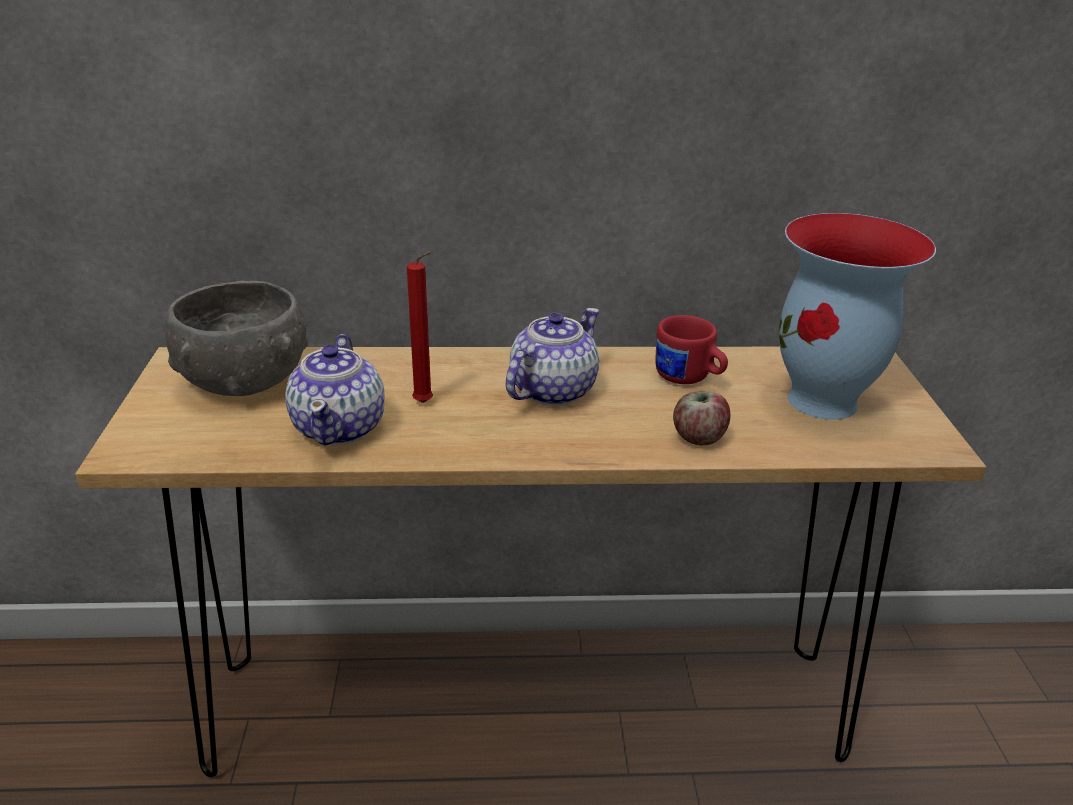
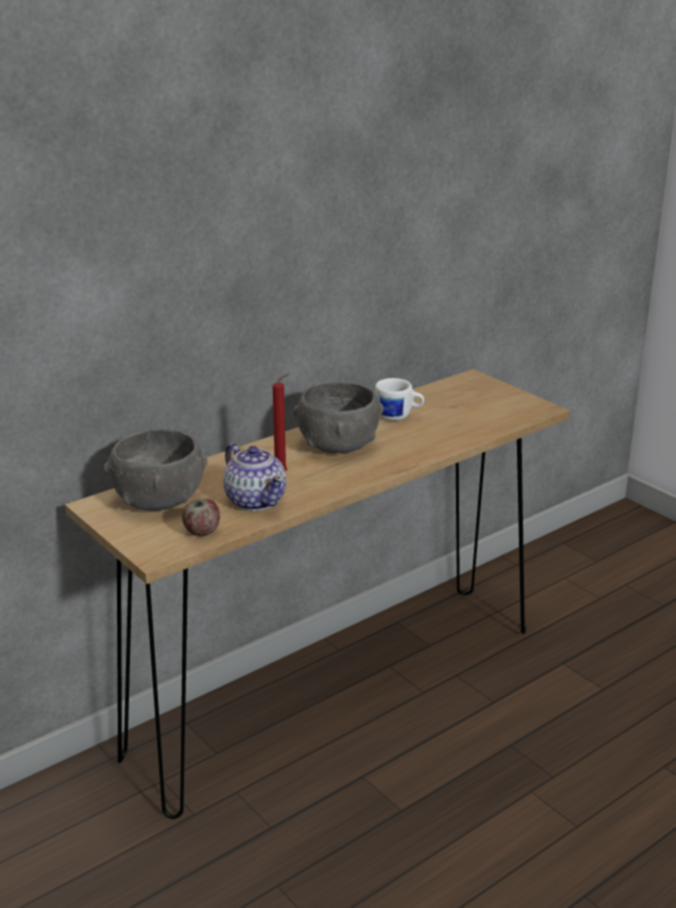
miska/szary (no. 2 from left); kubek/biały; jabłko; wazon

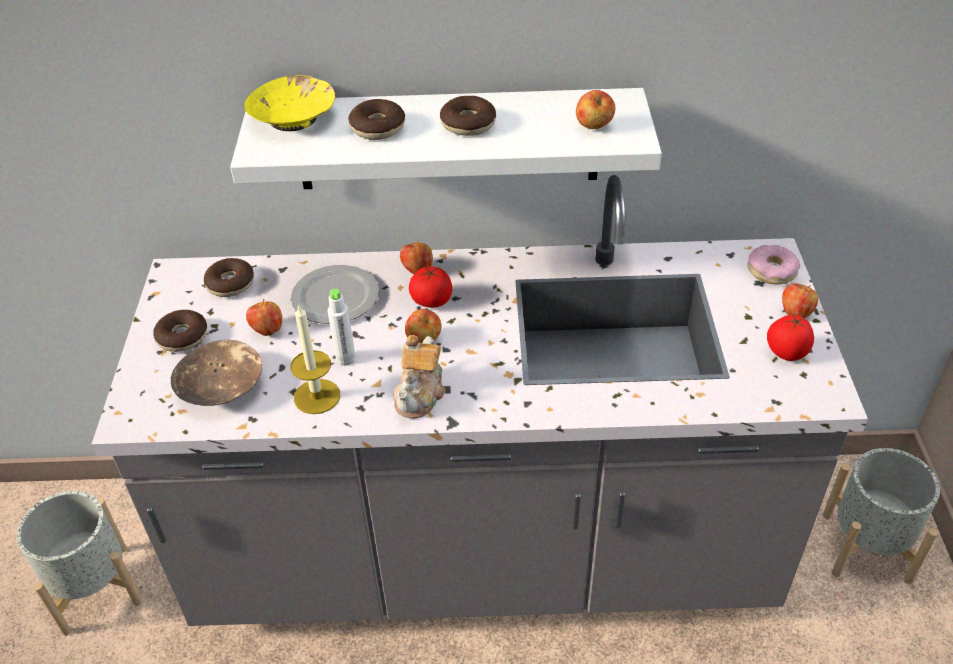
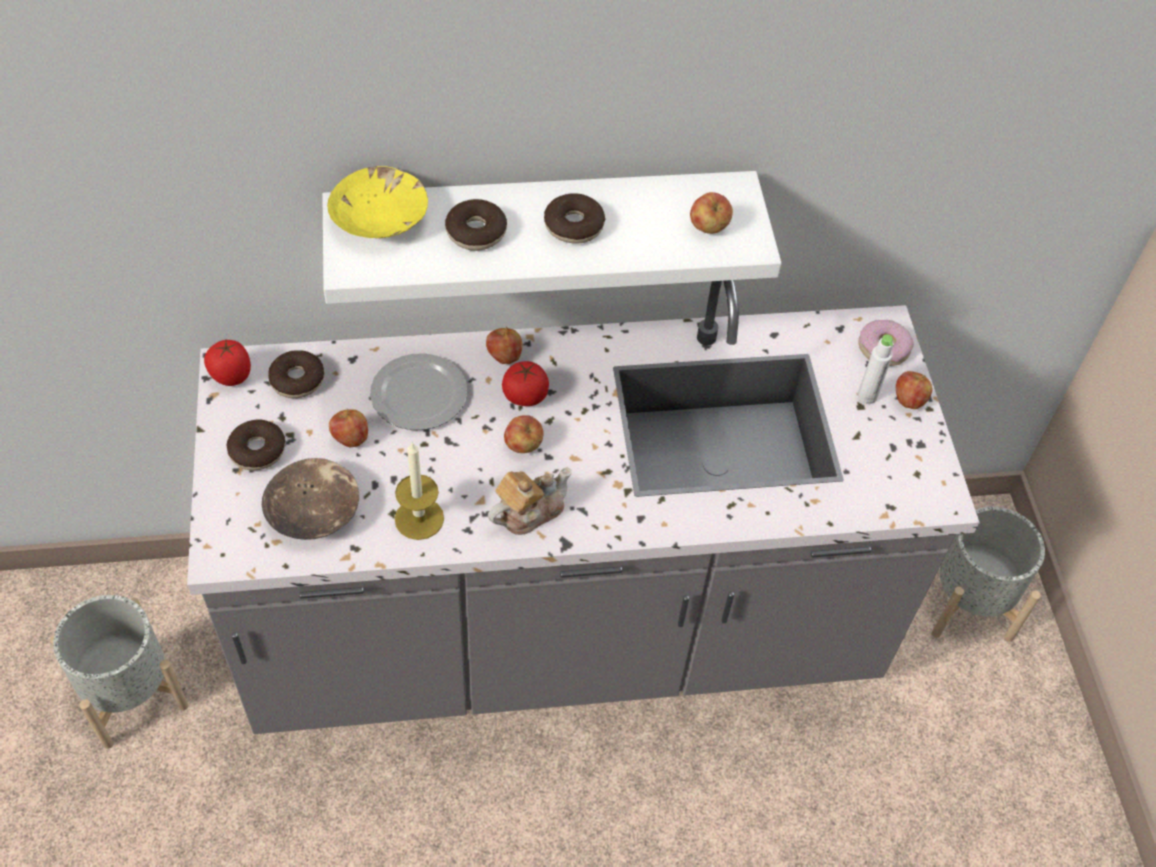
butelka/biały; imbryk; pomidor (no. 1 from left)

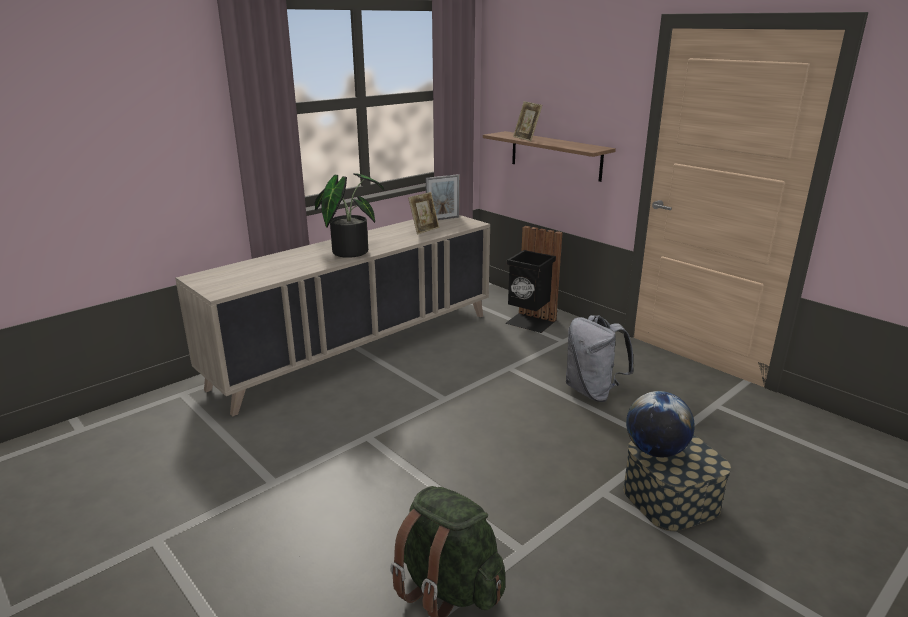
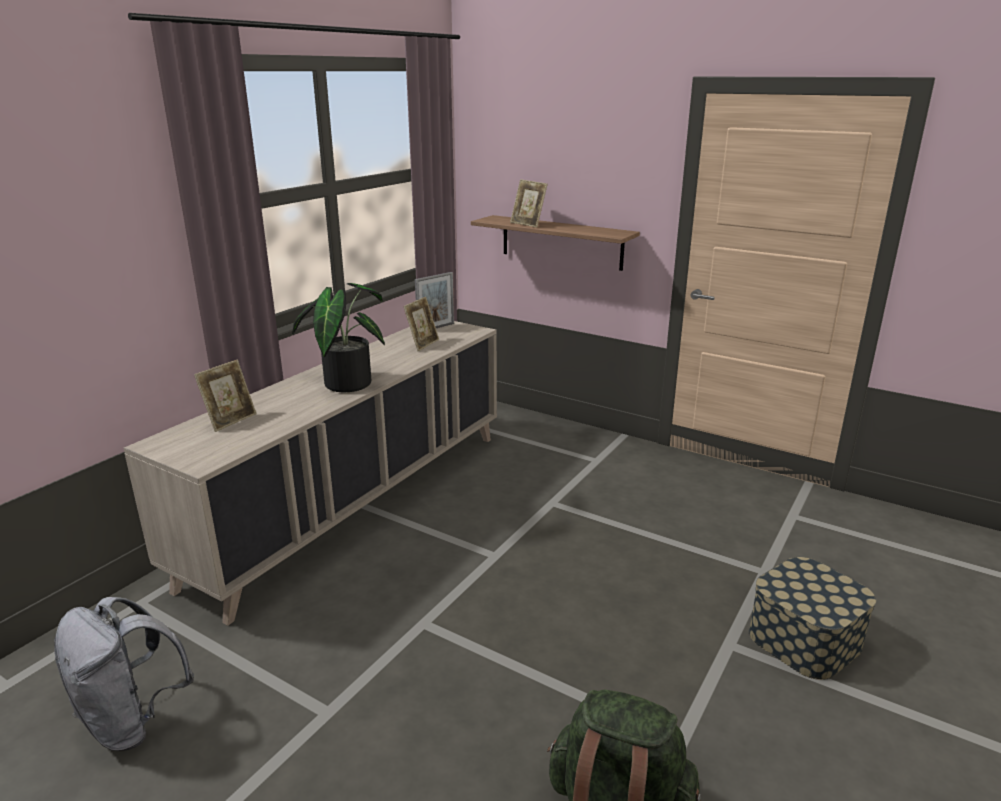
kosz na śmieci/czarny; plecak/szary; globus; ramka na zdjęcie (no. 1 from left)

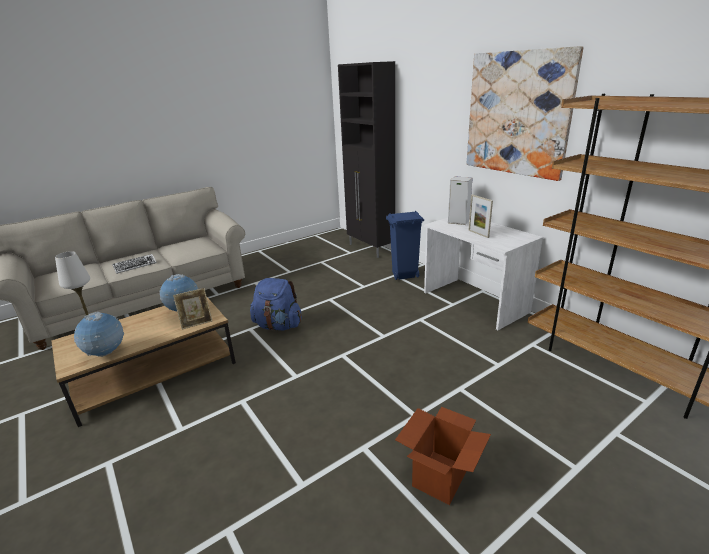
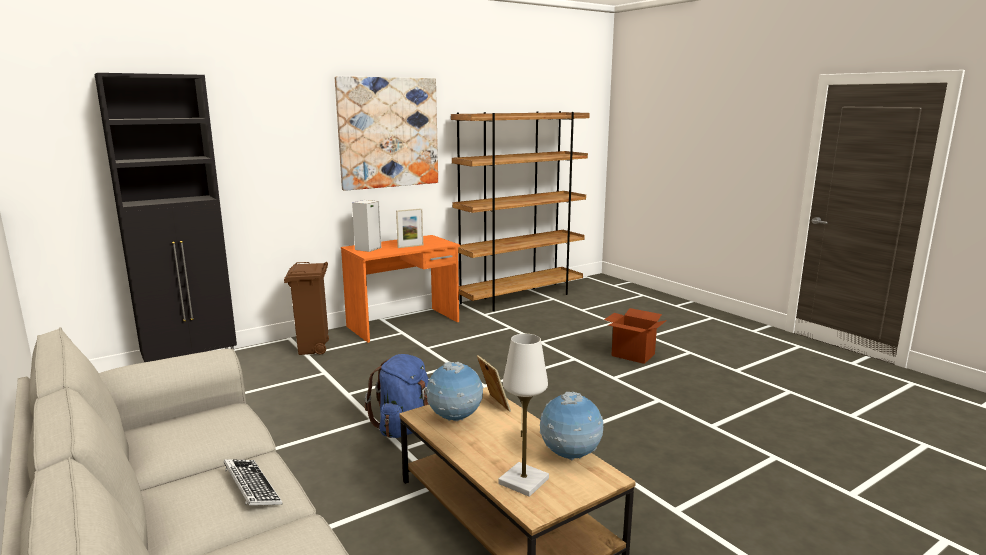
kosz na śmieci/brązowy; biurko/pomarańczowy

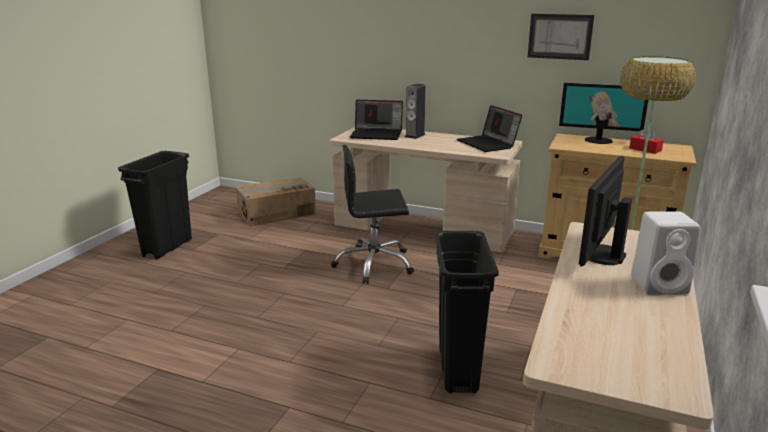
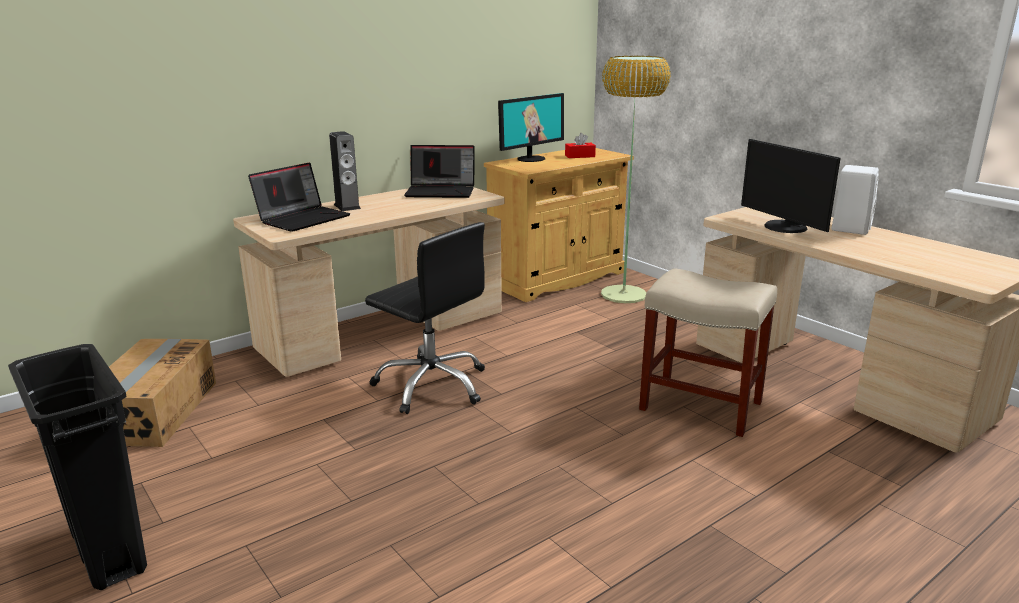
krzesło biurowe/czarny; stołek/beżowy; obraz

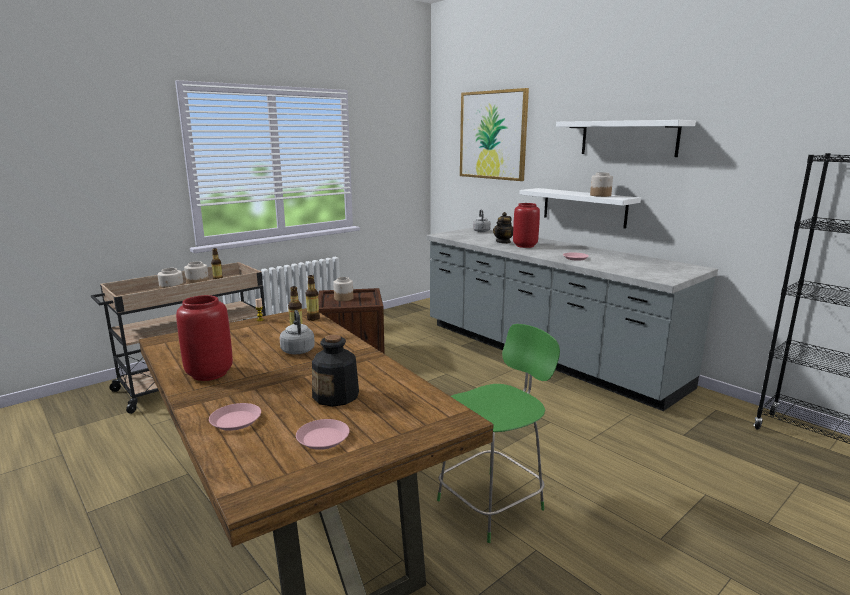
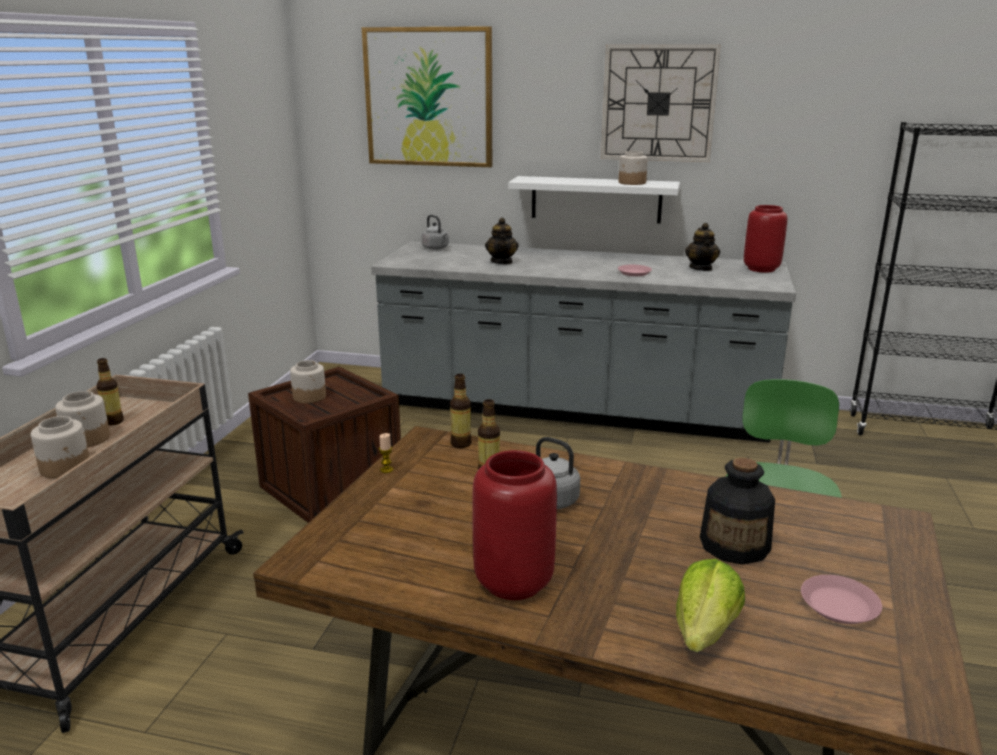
sałata; wazon/czerwony (no. 2 from left); zegar ścienny; imbryk (no. 2 from left)

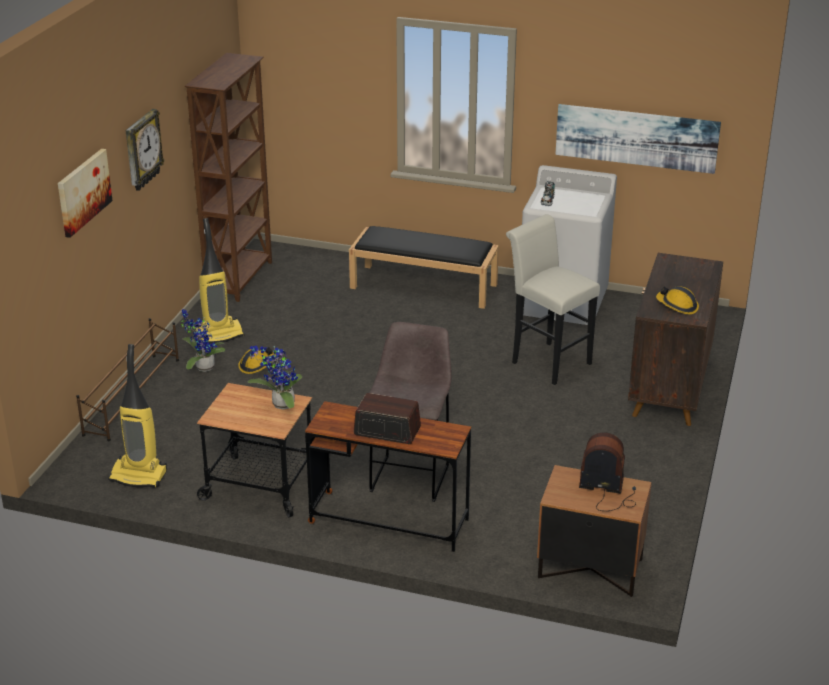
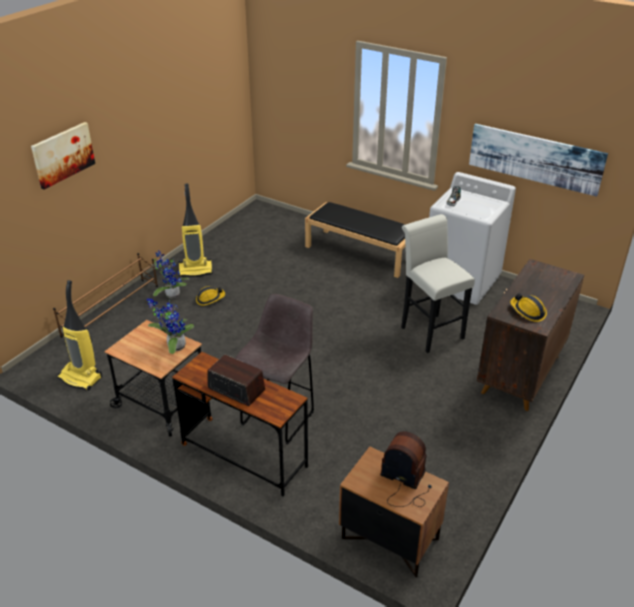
zegar ścienny; regał/brązowy

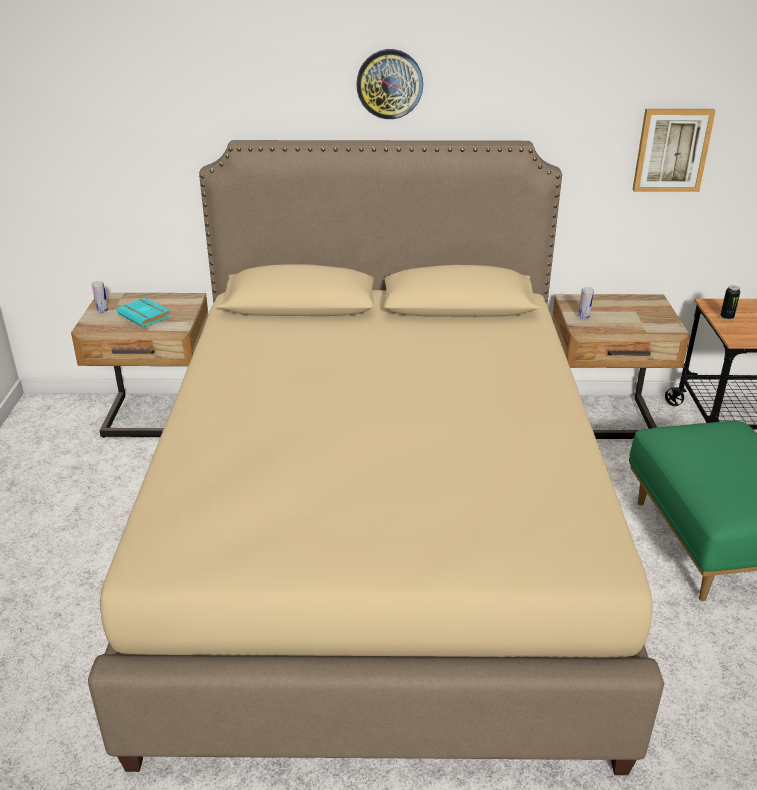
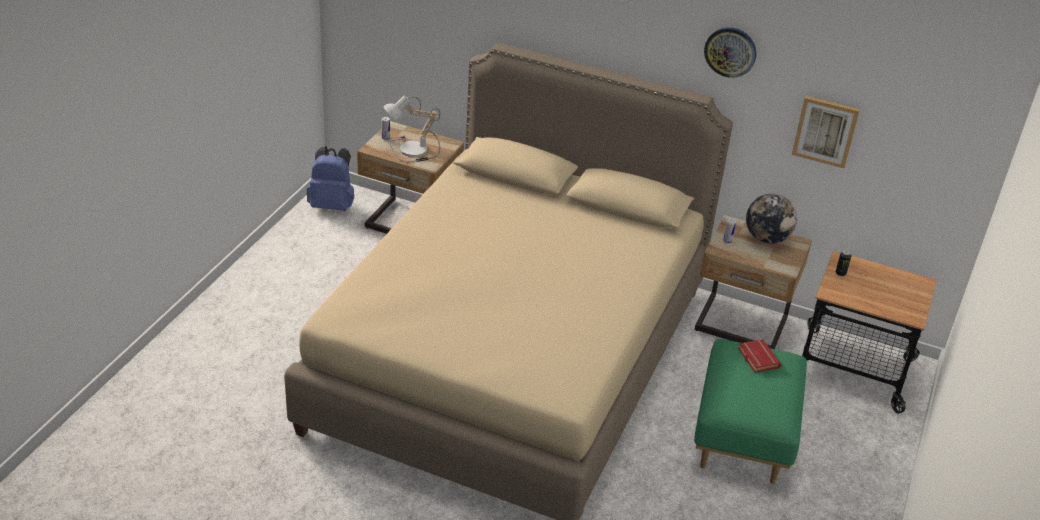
lampa stołowa; zegar ścienny; plecak/niebieski; książka/czerwony; globus

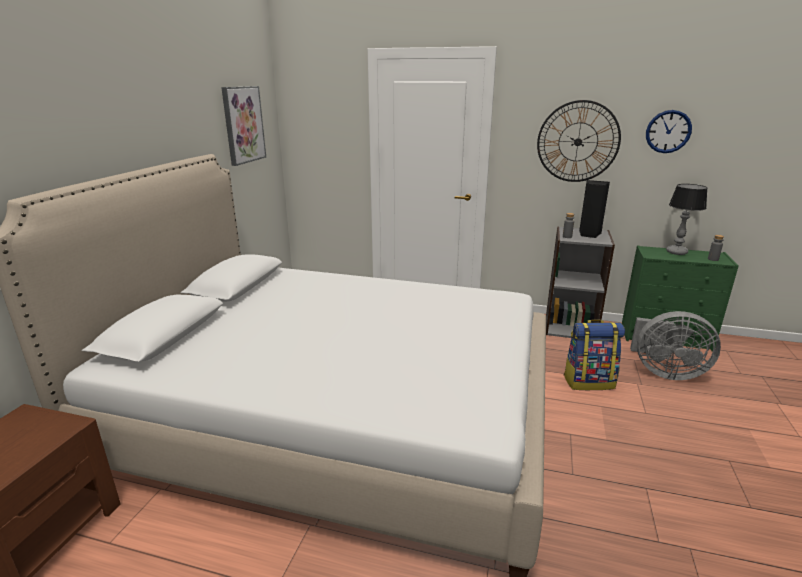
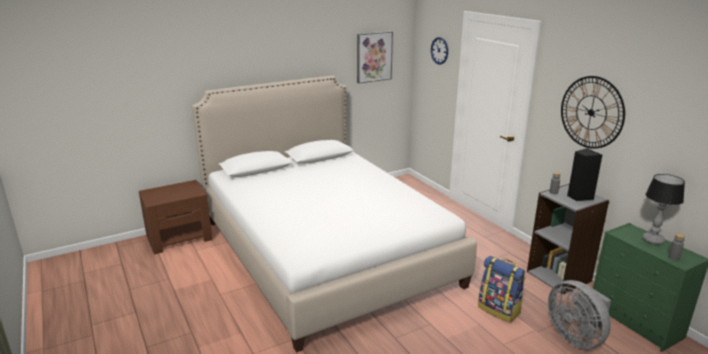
zegar ścienny (no. 1 from left)

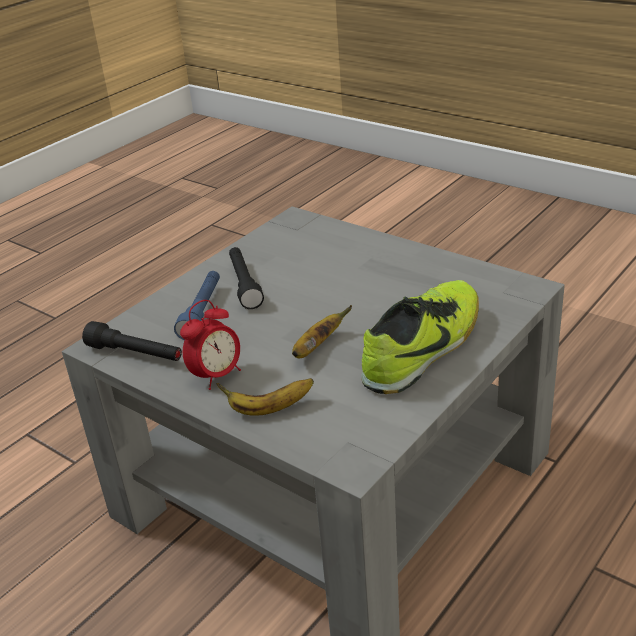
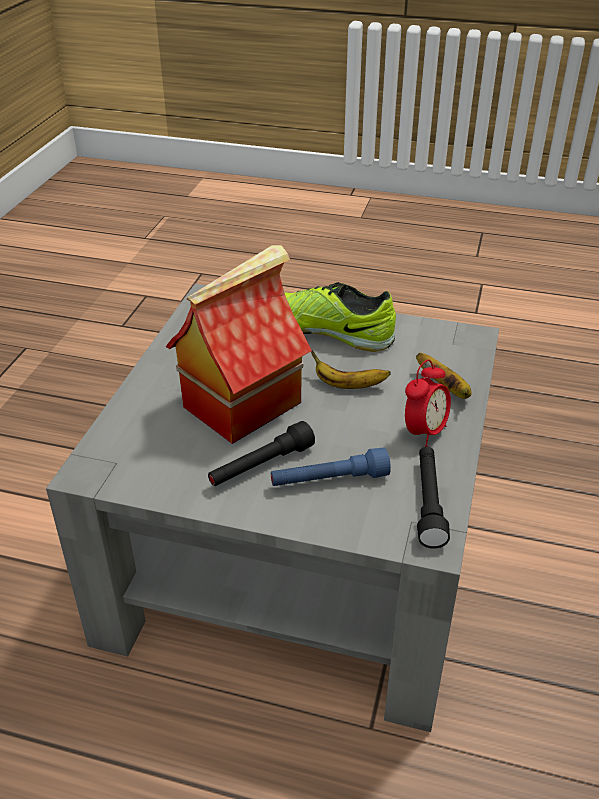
budzik; domek

